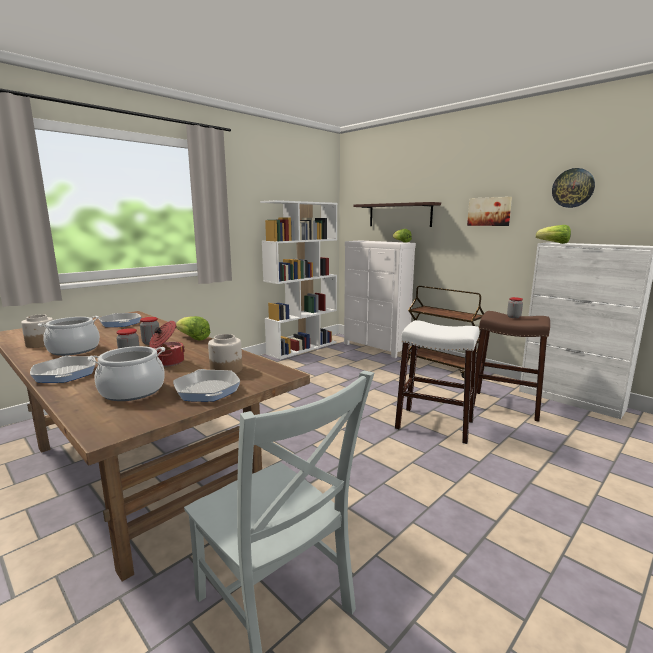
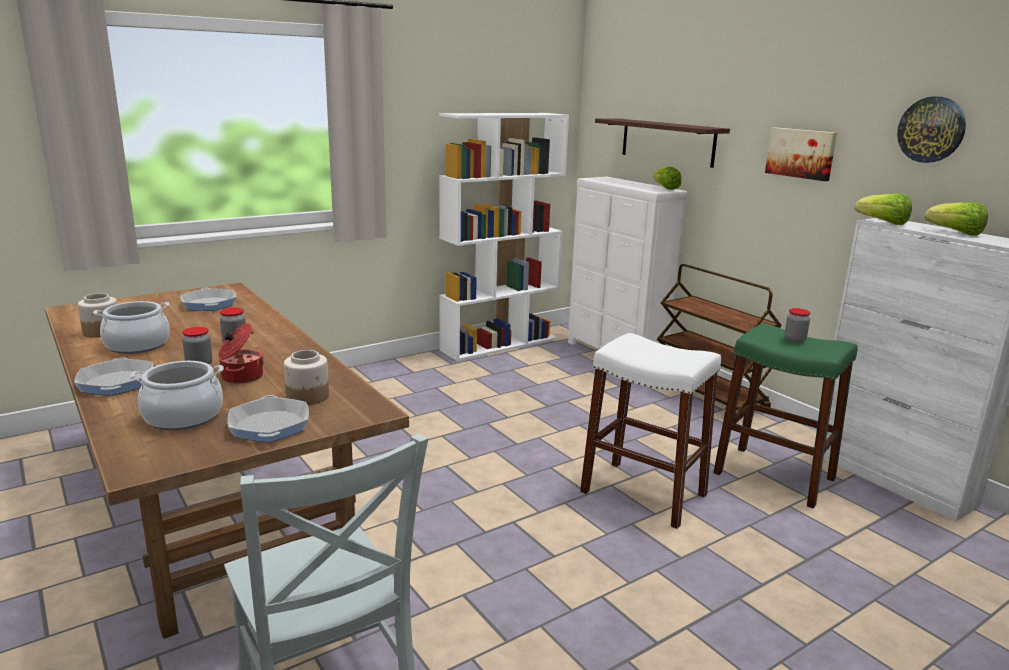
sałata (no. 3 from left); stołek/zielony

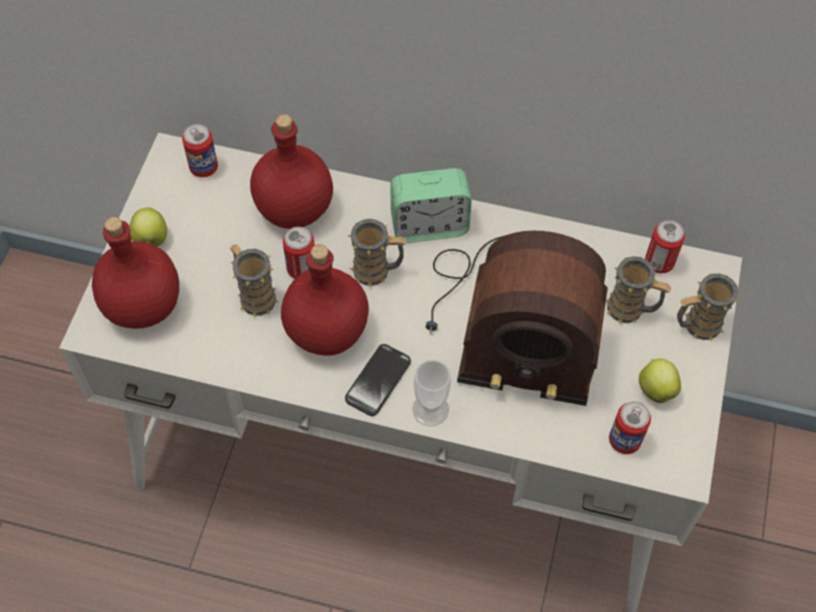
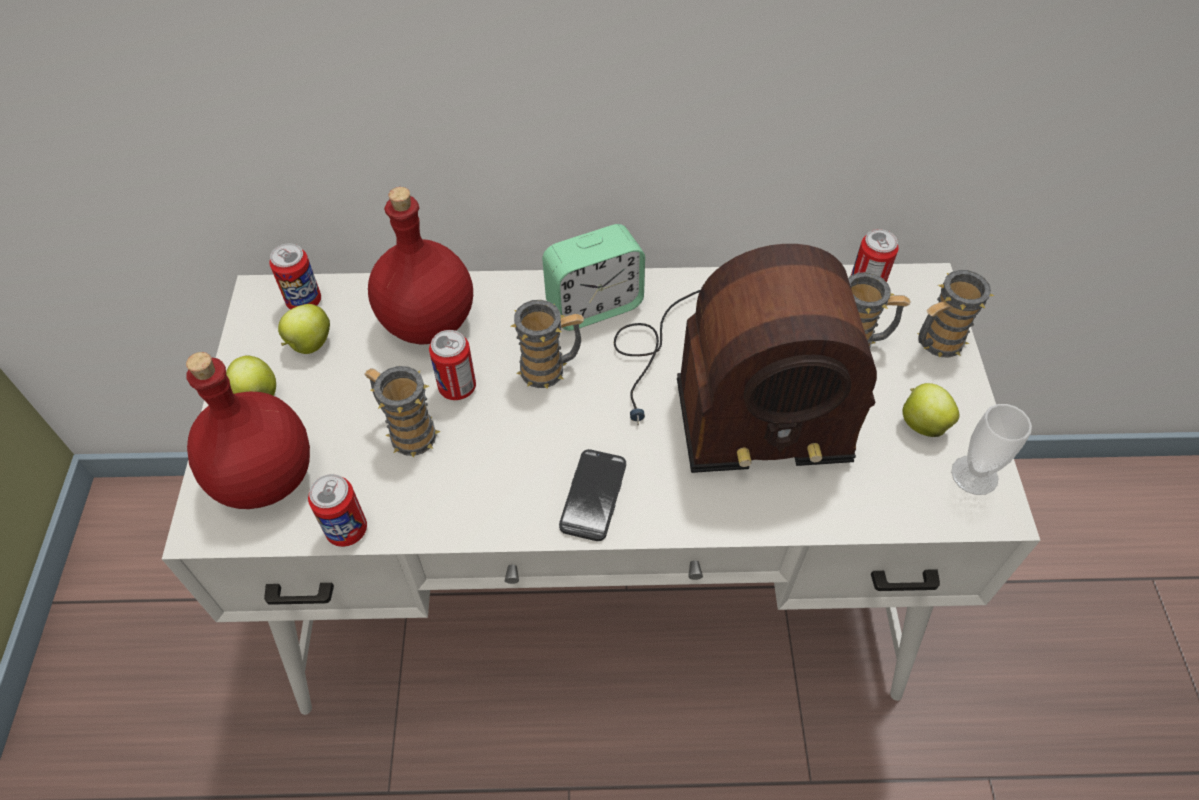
butelka/czerwony (no. 3 from left in the first image); filiżanka; puszka (no. 2 from left); jabłko (no. 2 from left)

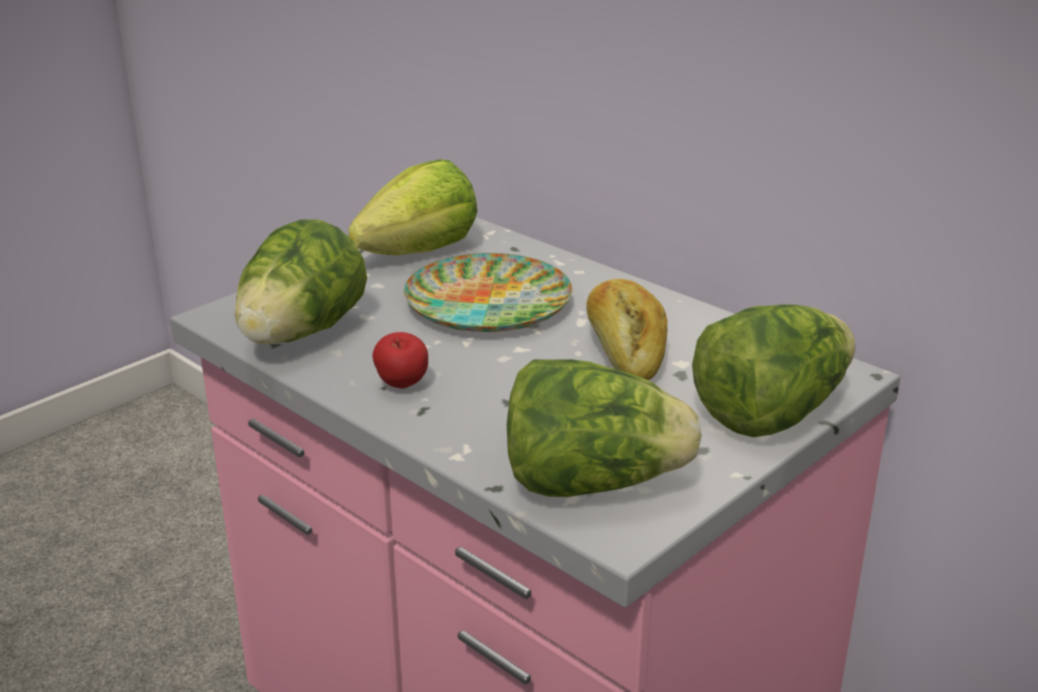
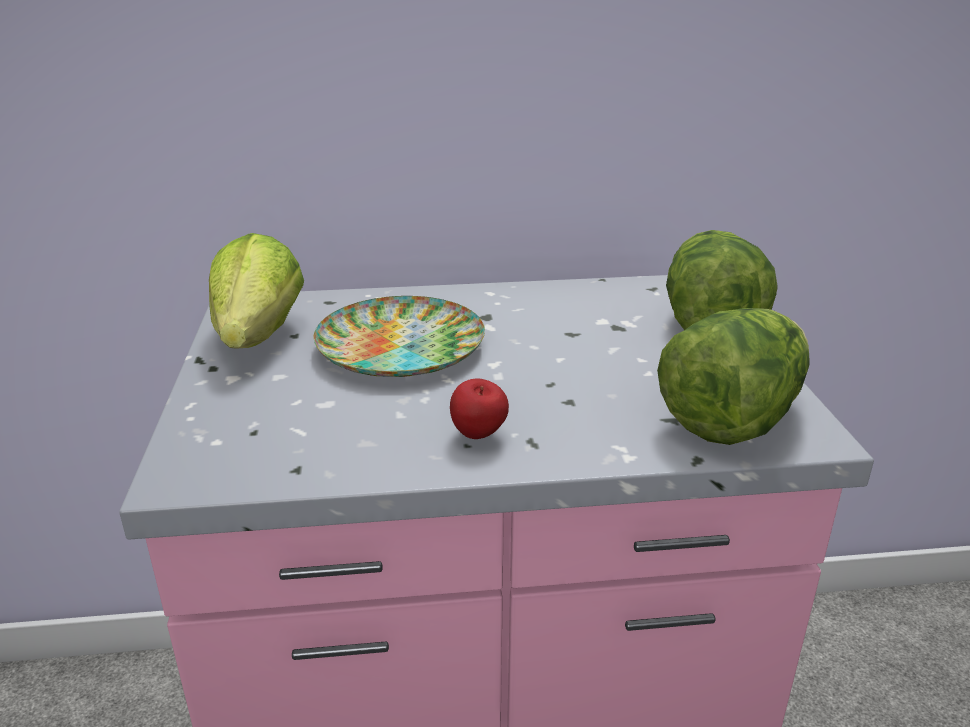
sałata (no. 1 from left in the first image); chleb

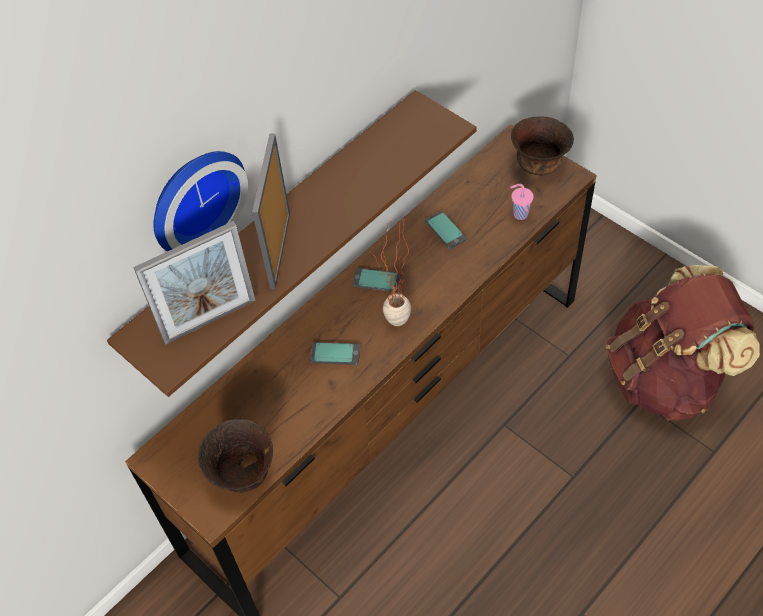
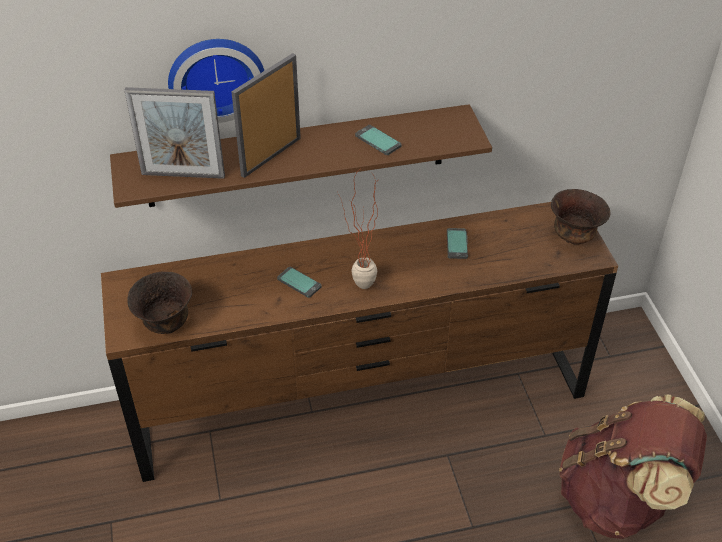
telefon (no. 2 from left); filiżanka/różowy

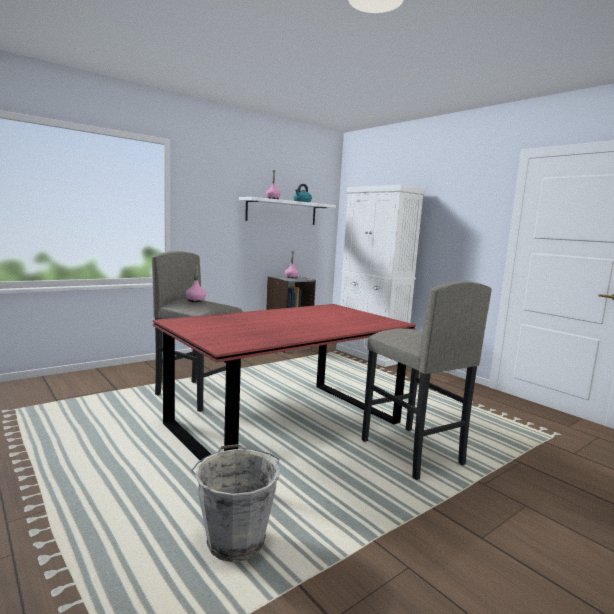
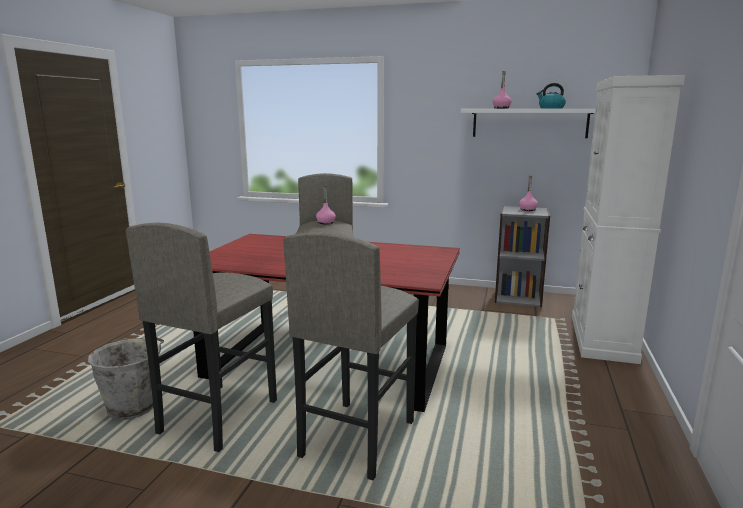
stołek/szary (no. 1 from left)

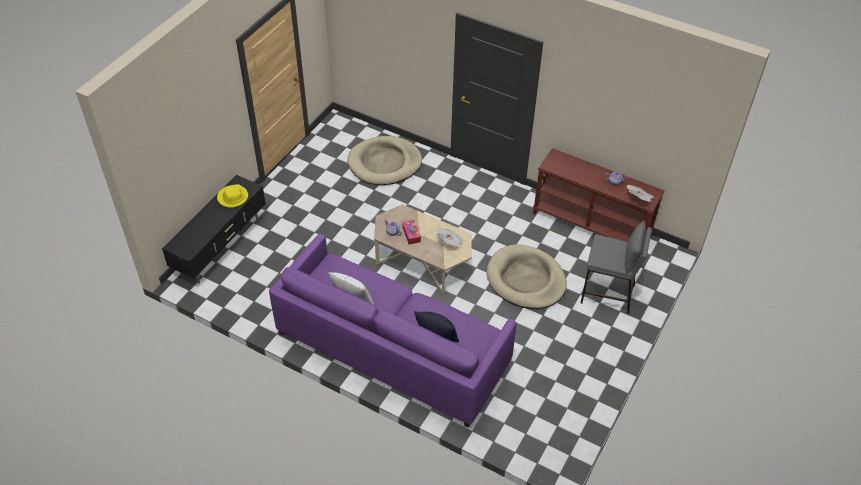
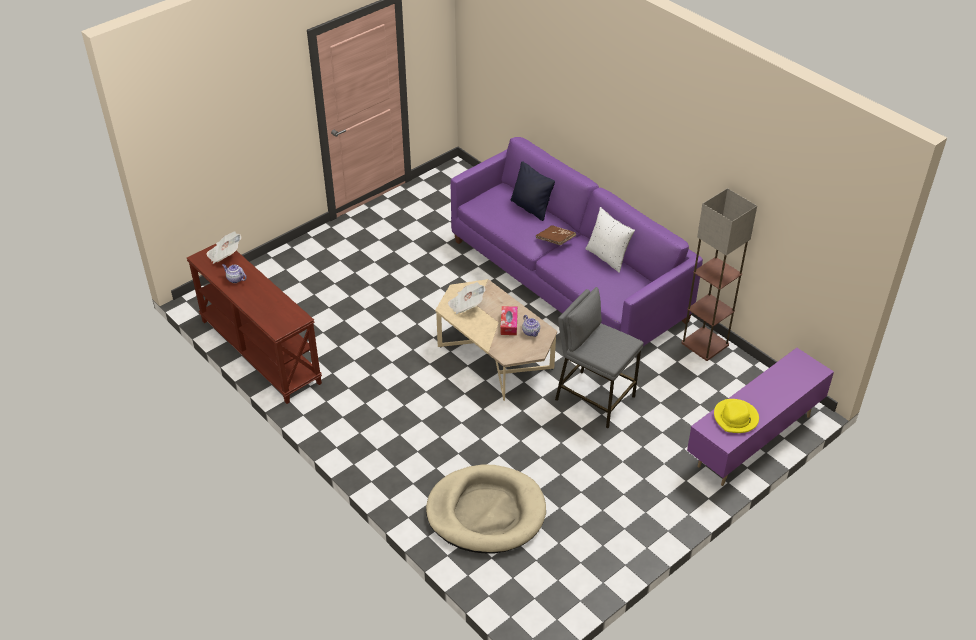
szafka pod telewizor/fioletowy; legowisko/beżowy (no. 2 from left in the first image); stołek/szary; książka/brązowy; lampa stojąca

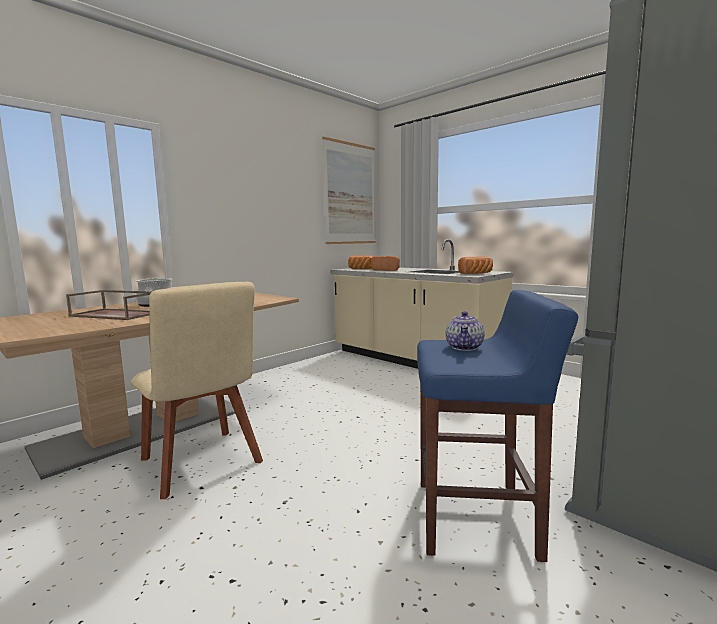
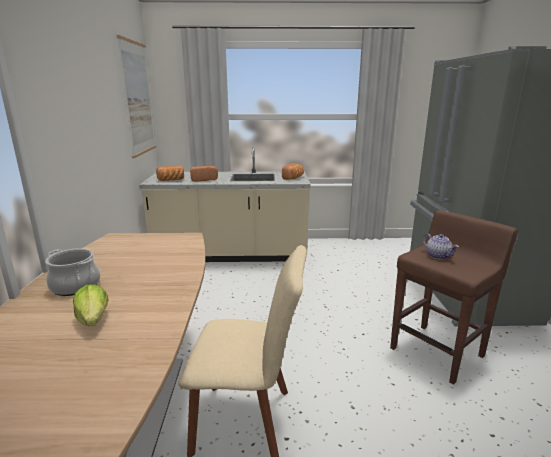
sałata; stołek/brązowy

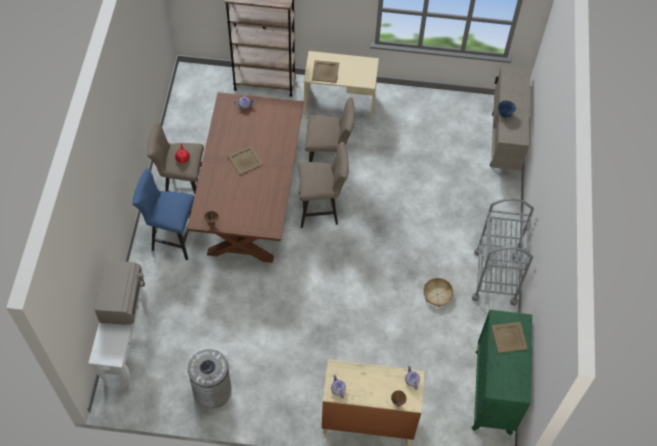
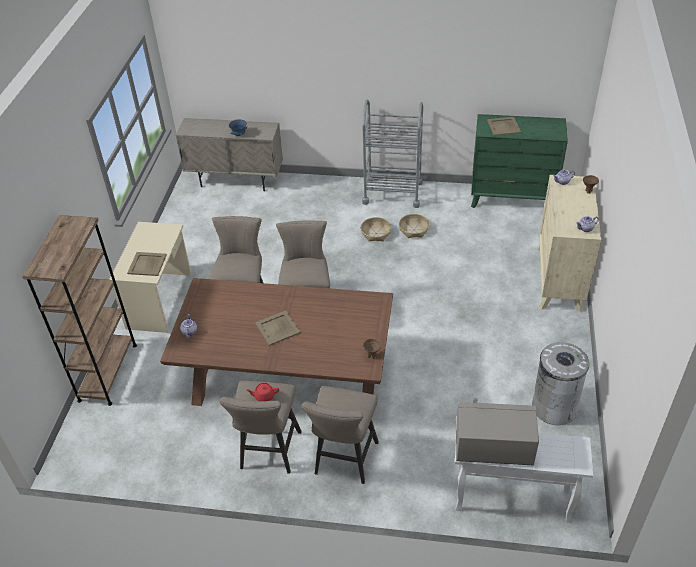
stołek/beżowy (no. 4 from left); koszyk (no. 1 from left)

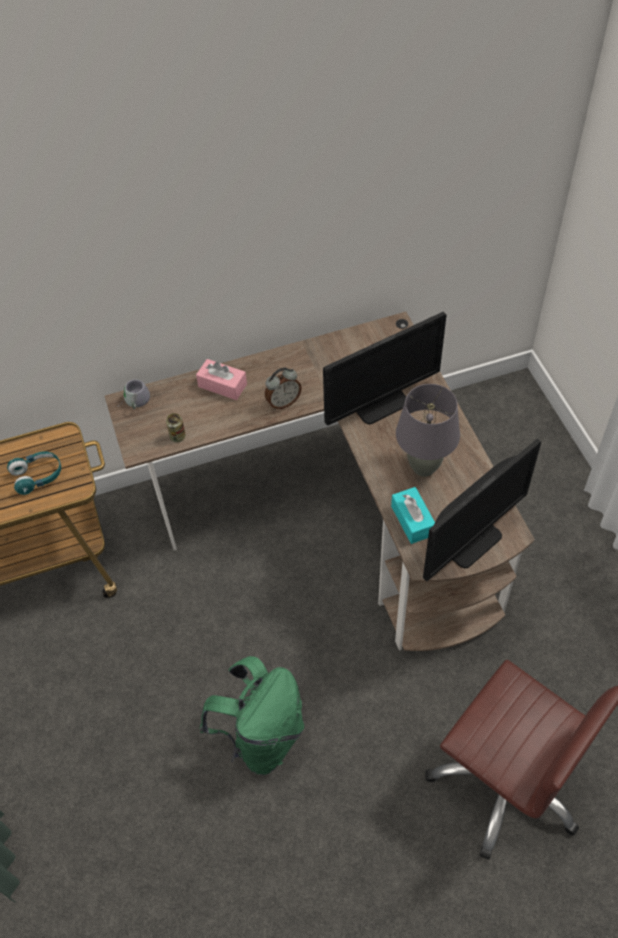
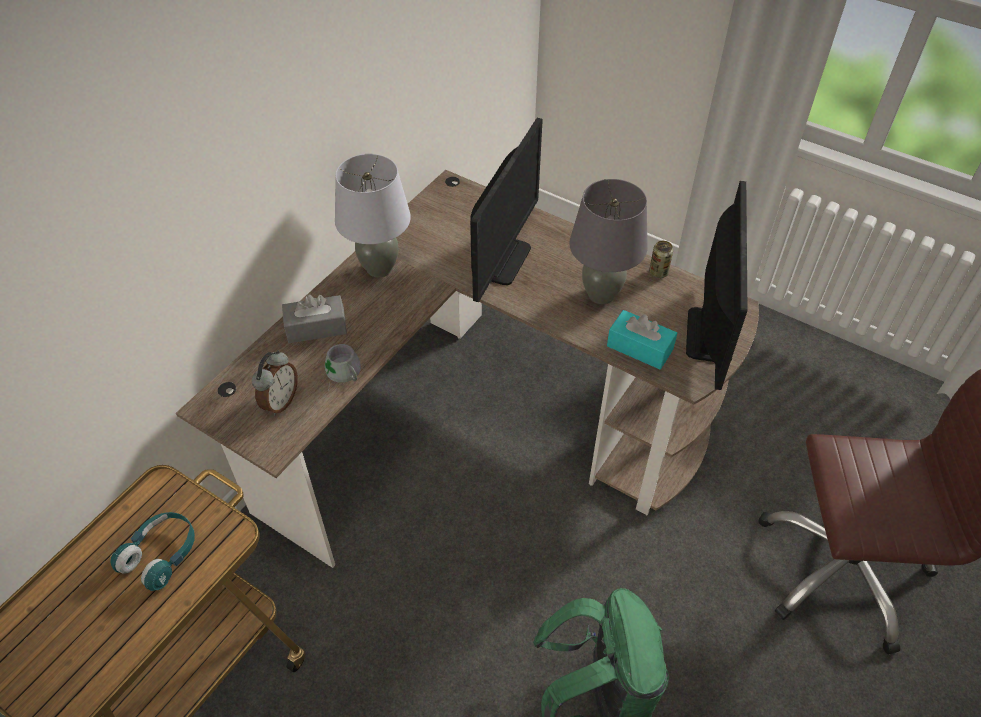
kubek/szary; puszka; pudełko chusteczek/szary; budzik; lampa stołowa/szary (no. 1 from left)

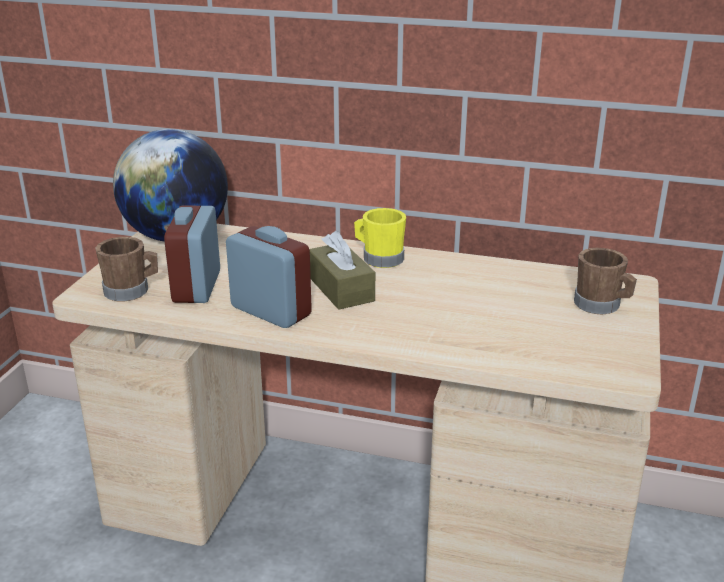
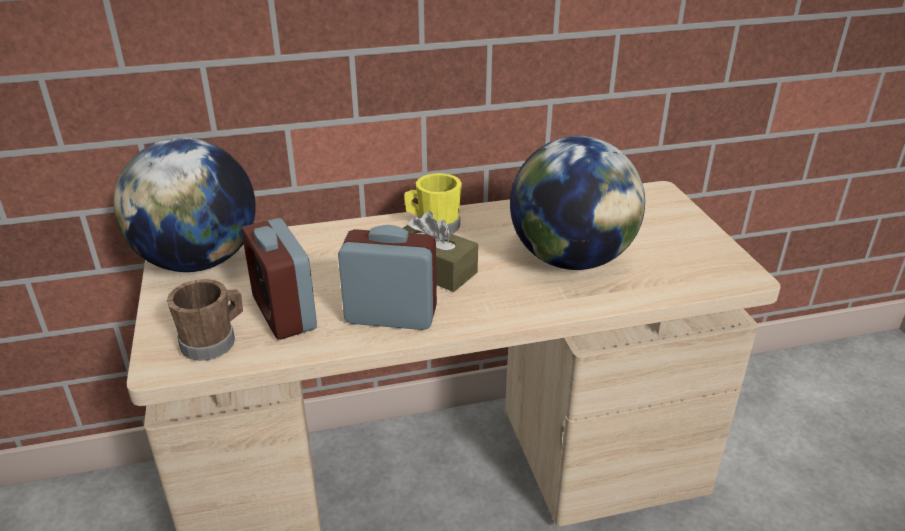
kubek/brązowy (no. 2 from left in the first image); globus (no. 2 from left)

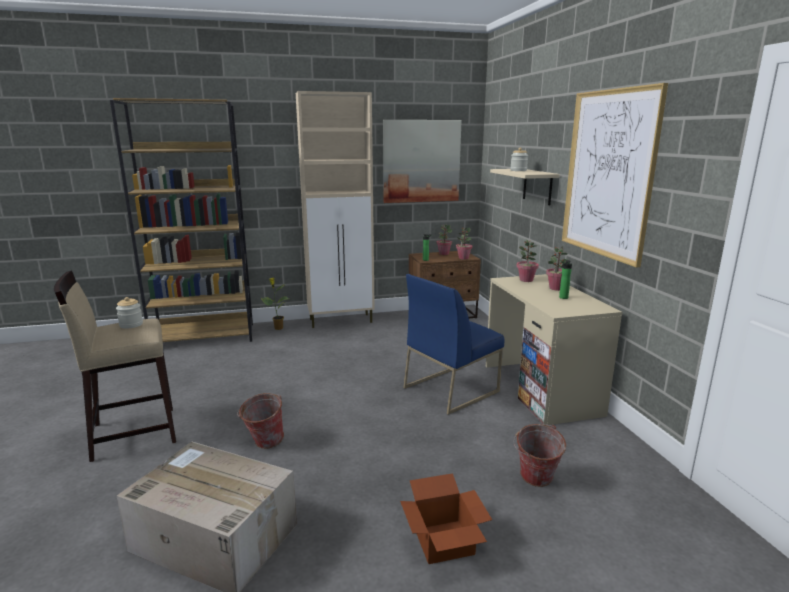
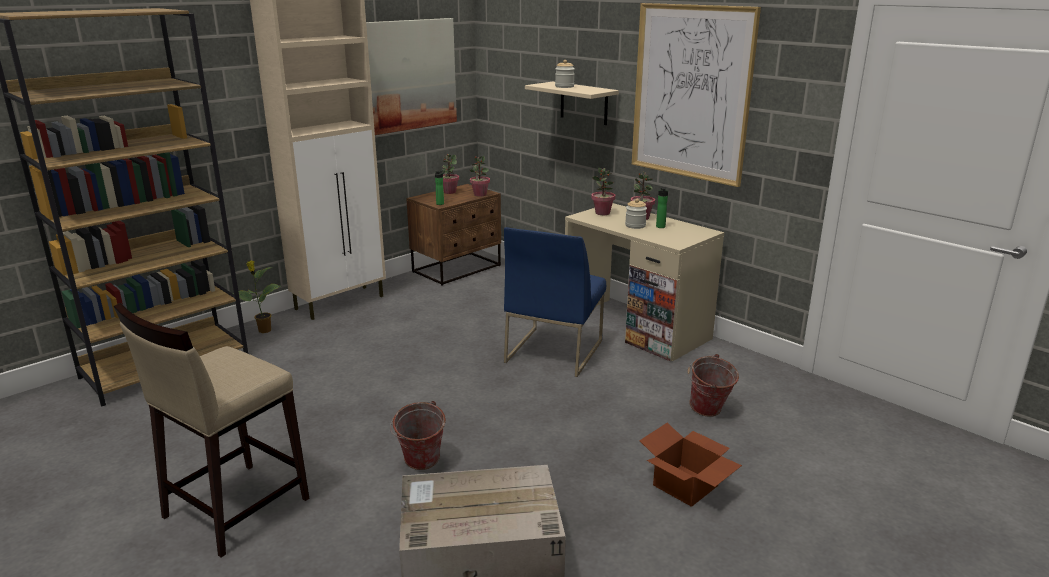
słoik (no. 2 from left)

